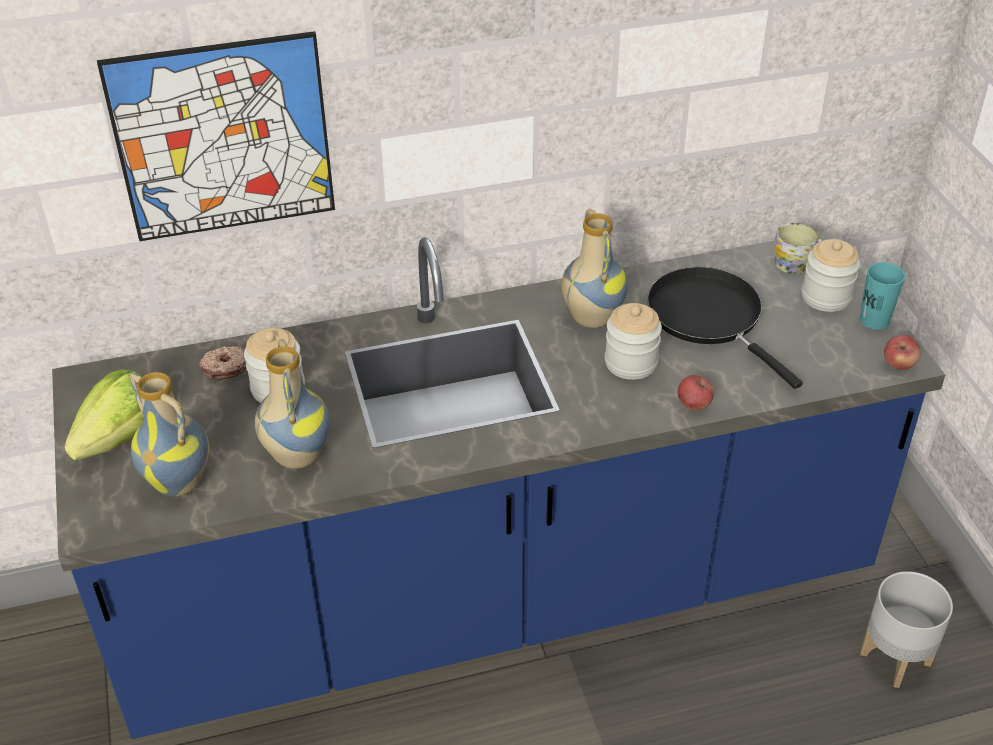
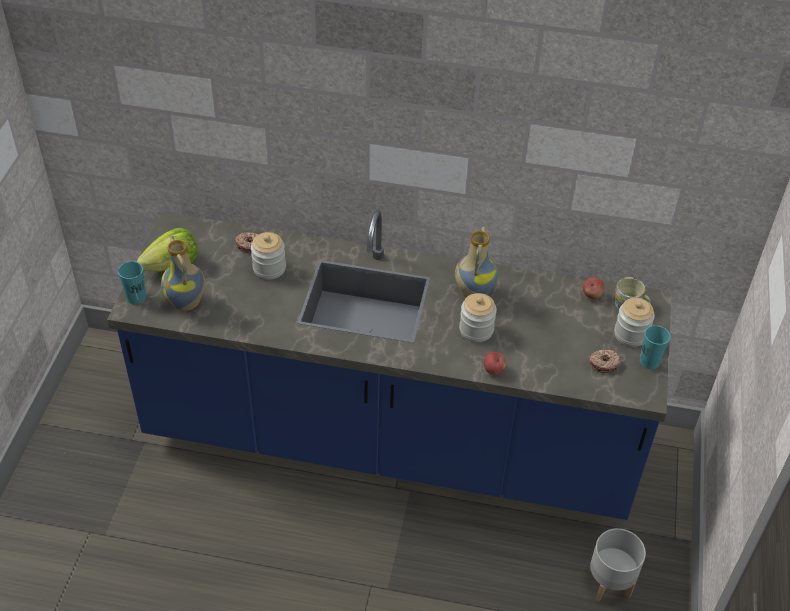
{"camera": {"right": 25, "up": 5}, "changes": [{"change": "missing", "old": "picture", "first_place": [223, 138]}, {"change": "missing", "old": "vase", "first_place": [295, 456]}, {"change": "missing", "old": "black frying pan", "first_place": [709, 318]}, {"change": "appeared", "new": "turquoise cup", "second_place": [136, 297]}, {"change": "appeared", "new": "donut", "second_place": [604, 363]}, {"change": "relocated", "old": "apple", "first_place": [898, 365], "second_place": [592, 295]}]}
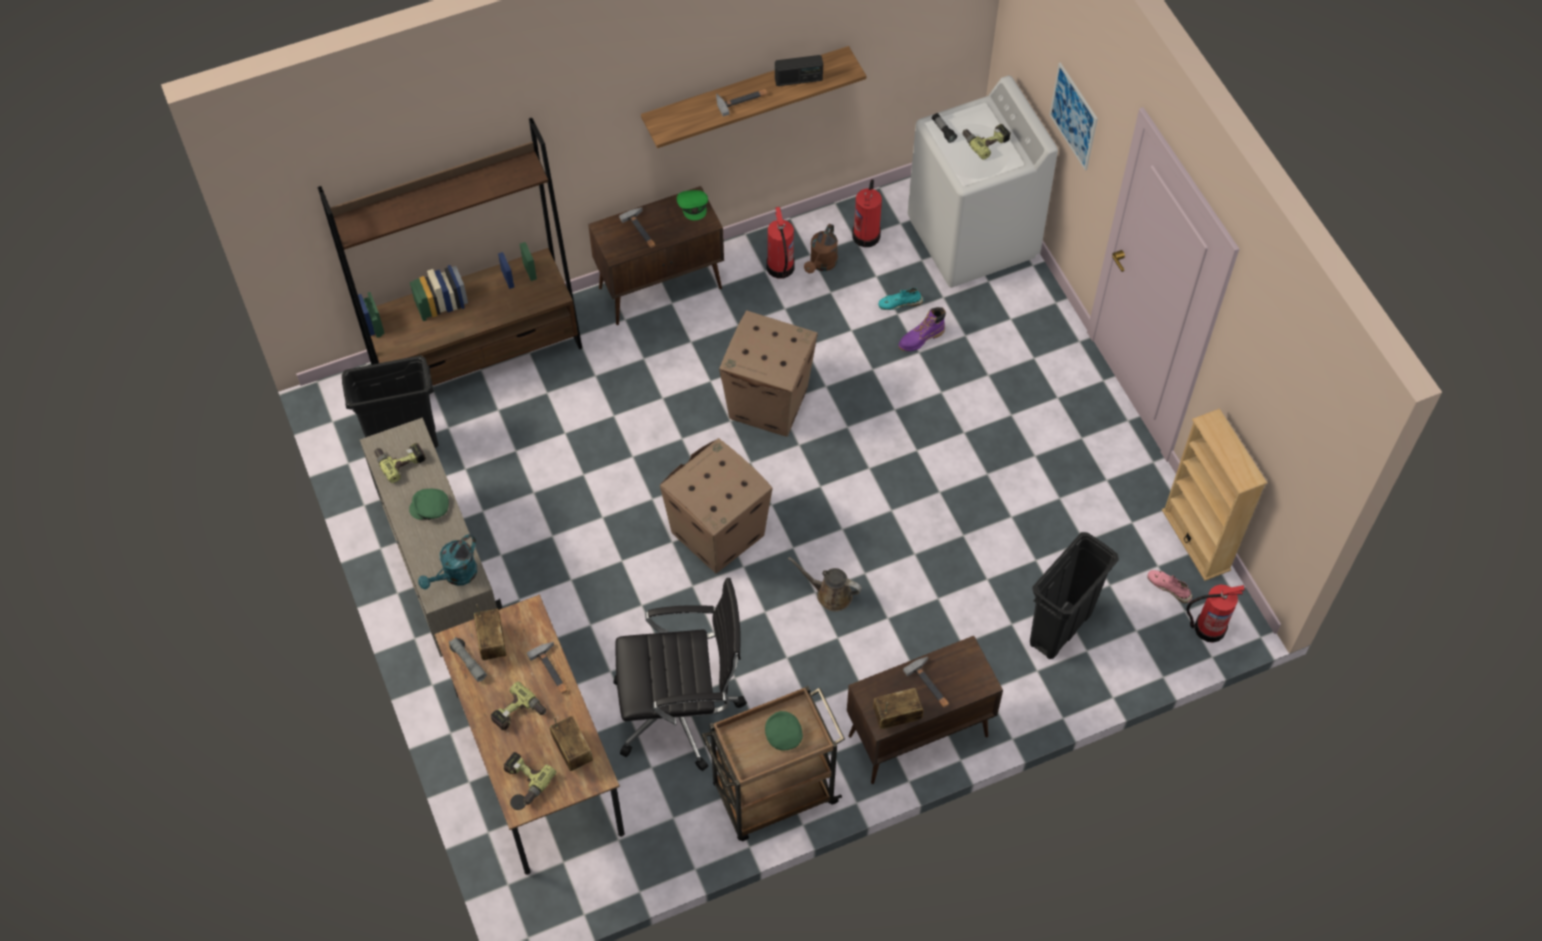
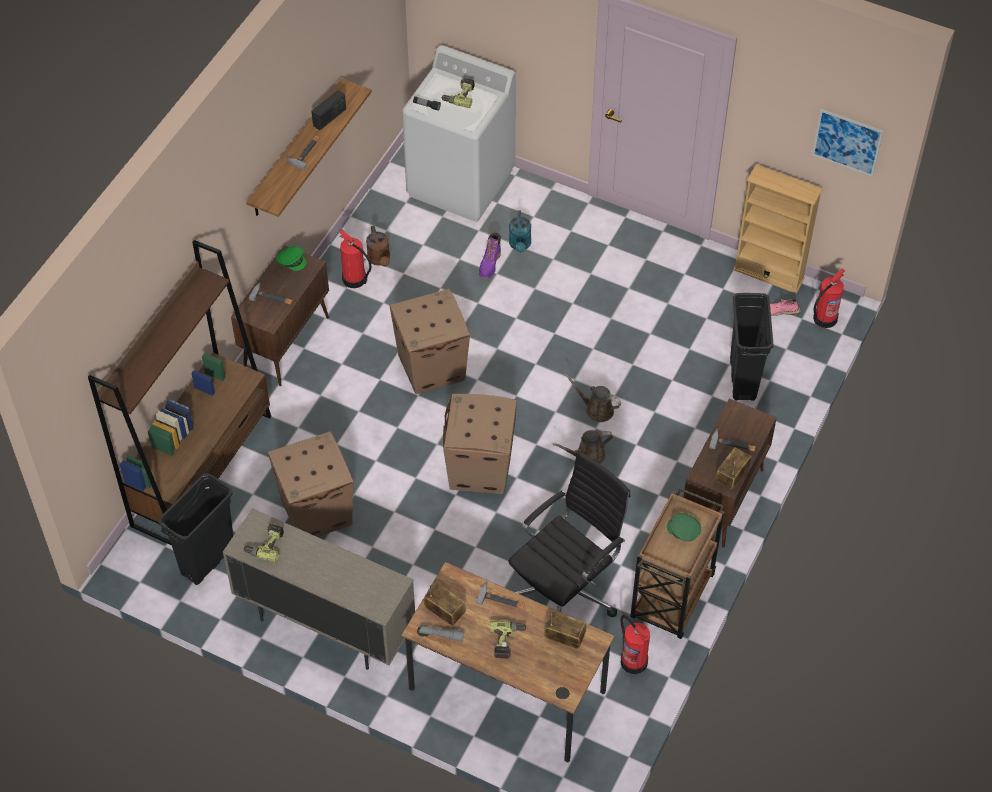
{"camera": {"right": -40, "up": -5}, "changes": [{"change": "missing", "old": "green cap", "first_place": [430, 508]}, {"change": "missing", "old": "power drill", "first_place": [525, 780]}, {"change": "missing", "old": "turquoise shoe", "first_place": [900, 303]}, {"change": "appeared", "new": "cardboard box", "second_place": [317, 511]}, {"change": "appeared", "new": "brown watering can", "second_place": [596, 409]}, {"change": "relocated", "old": "turquoise watering can", "first_place": [456, 576], "second_place": [520, 245]}, {"change": "relocated", "old": "fire extinguisher", "first_place": [866, 235], "second_place": [633, 660]}, {"change": "relocated", "old": "picture", "first_place": [1073, 116], "second_place": [847, 142]}]}
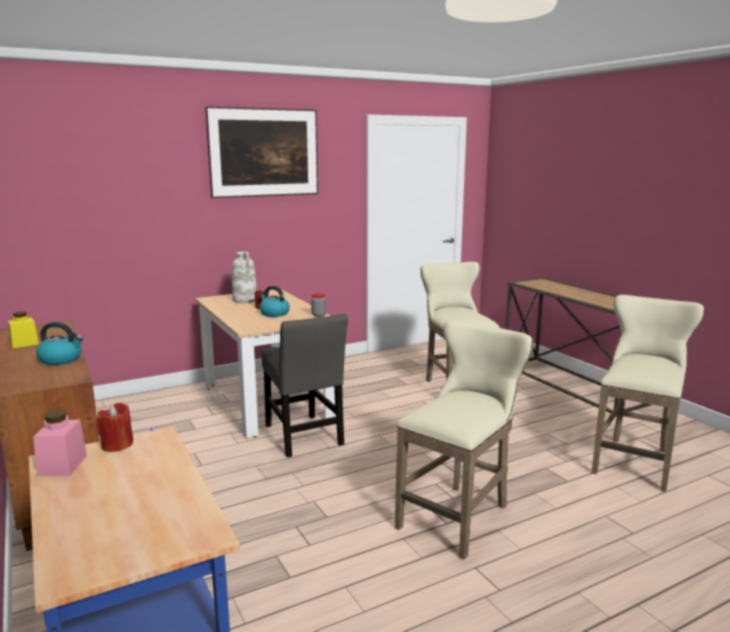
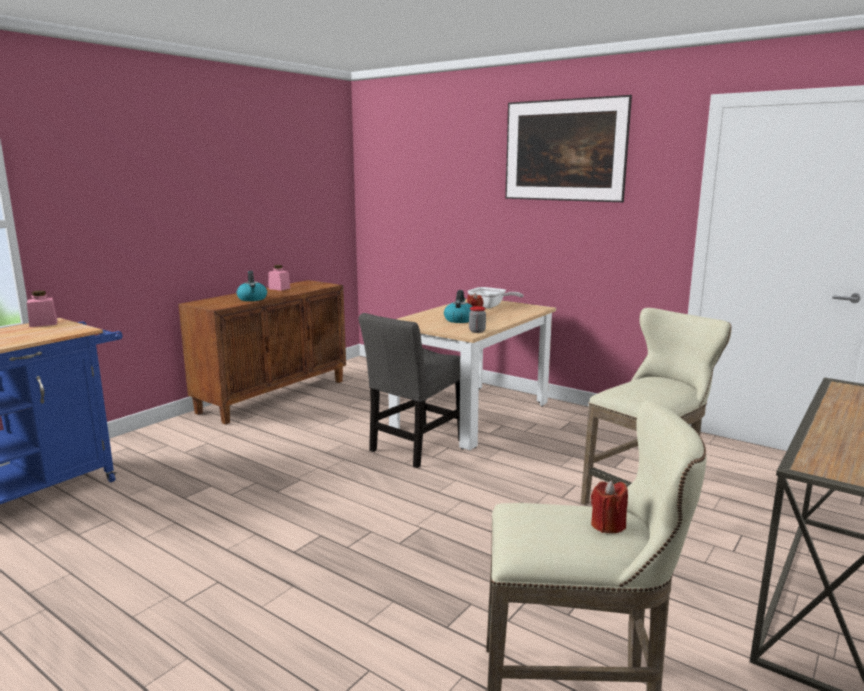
{"camera": {"right": 65, "up": 0}, "changes": [{"change": "missing", "old": "beige stool", "first_place": [459, 515]}, {"change": "relocated", "old": "red candle", "first_place": [117, 445], "second_place": [607, 525]}, {"change": "exchanged", "old": "white vase", "new": "frying pan", "first_place": [245, 300], "second_place": [490, 307]}, {"change": "colour", "old": "yellow jar", "new": "pink jar", "first_place": [24, 344], "second_place": [279, 288]}]}
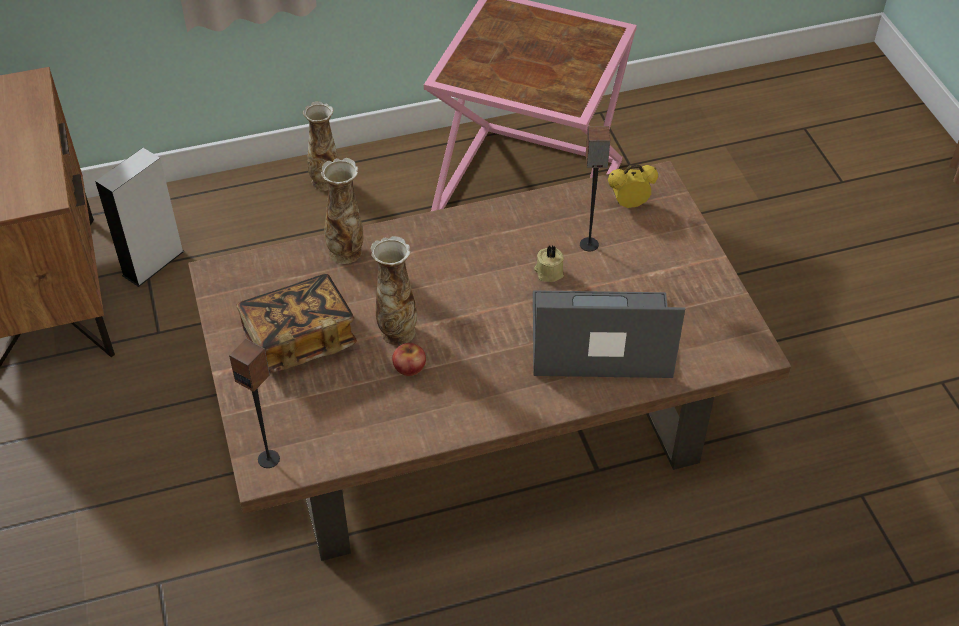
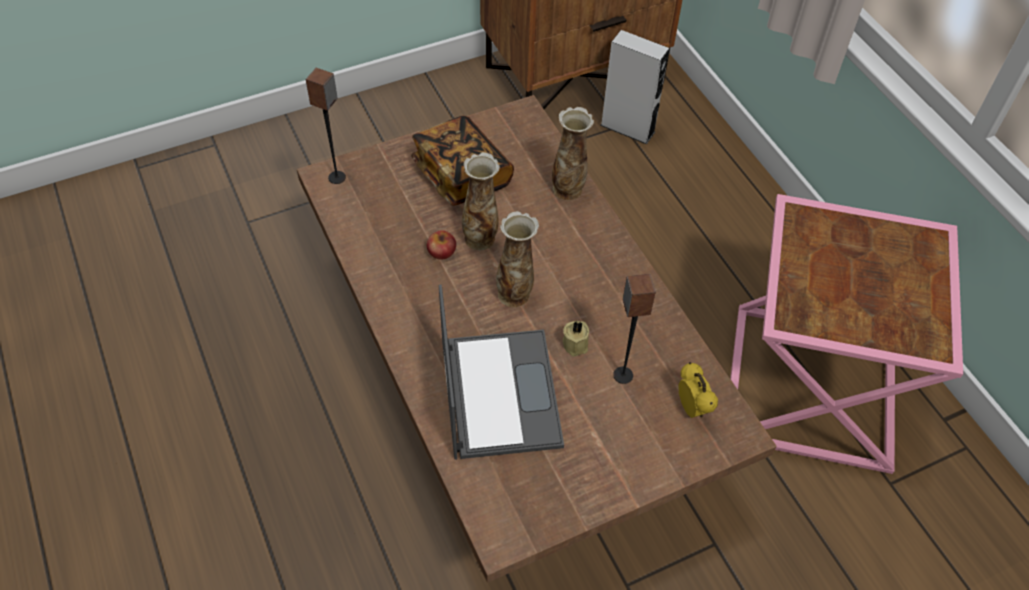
{"camera": {"right": 80, "up": 5}, "changes": [{"change": "relocated", "old": "vase", "first_place": [325, 181], "second_place": [515, 294]}]}
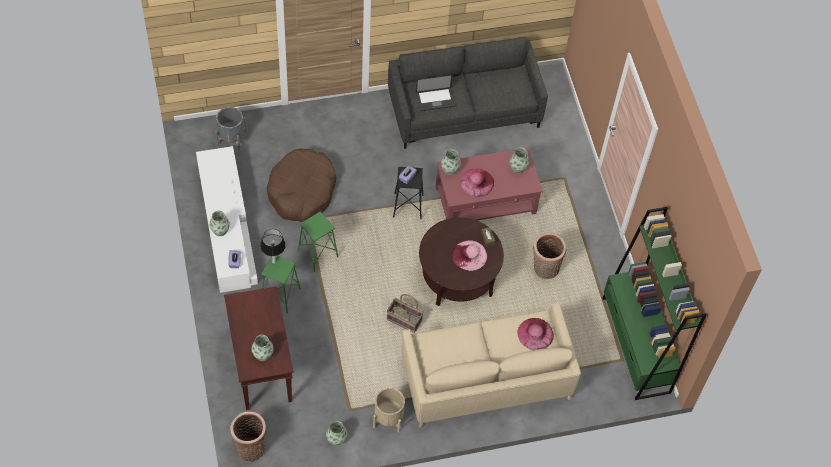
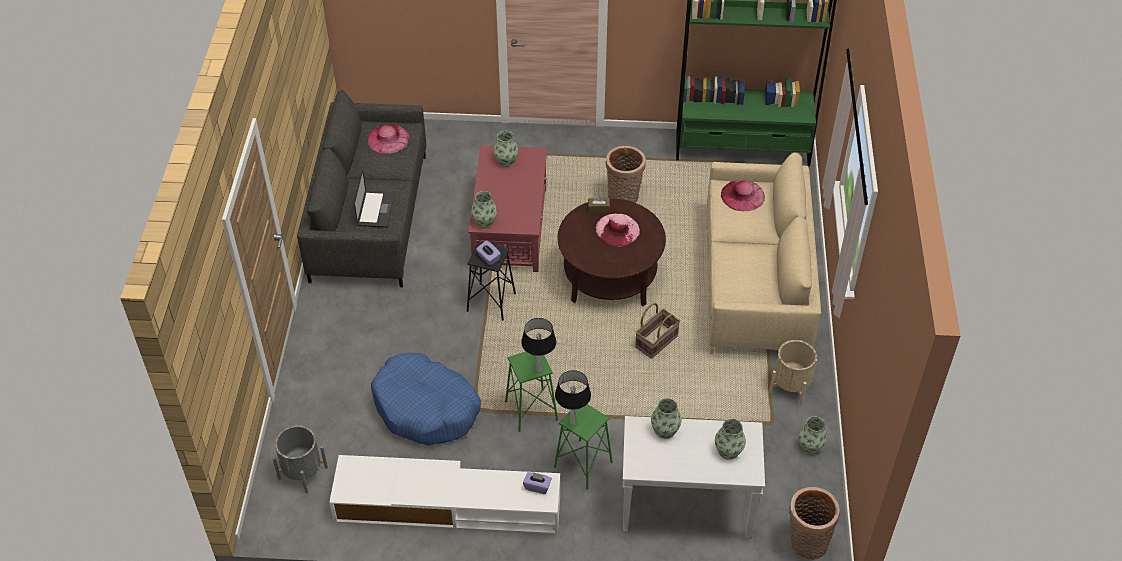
{"camera": {"right": -70, "up": -10}, "changes": [{"change": "appeared", "new": "table lamp", "second_place": [539, 370]}, {"change": "relocated", "old": "vase", "first_place": [220, 230], "second_place": [665, 430]}, {"change": "relocated", "old": "pink hat", "first_place": [477, 182], "second_place": [388, 139]}, {"change": "colour", "old": "brown console table", "new": "white console table", "first_place": [261, 365], "second_place": [685, 508]}, {"change": "colour", "old": "brown dog bed", "new": "blue dog bed", "first_place": [302, 191], "second_place": [426, 408]}]}
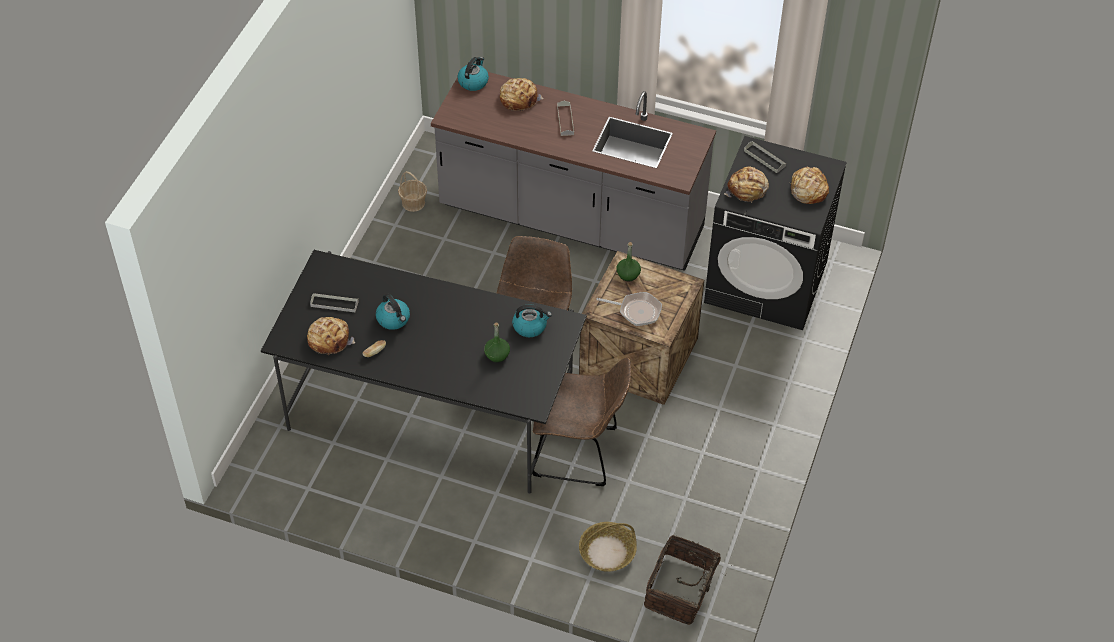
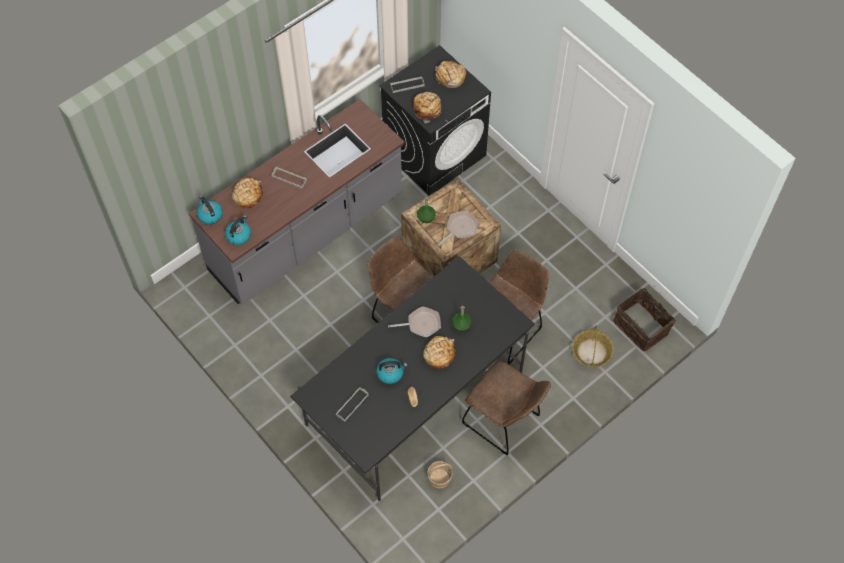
{"camera": {"right": -60, "up": 10}, "changes": [{"change": "appeared", "new": "frying pan", "second_place": [421, 324]}, {"change": "appeared", "new": "brown chair", "second_place": [504, 422]}, {"change": "relocated", "old": "bread", "first_place": [329, 339], "second_place": [439, 354]}, {"change": "relocated", "old": "basket", "first_place": [413, 202], "second_place": [439, 478]}, {"change": "relocated", "old": "kettle", "first_place": [530, 326], "second_place": [239, 235]}]}
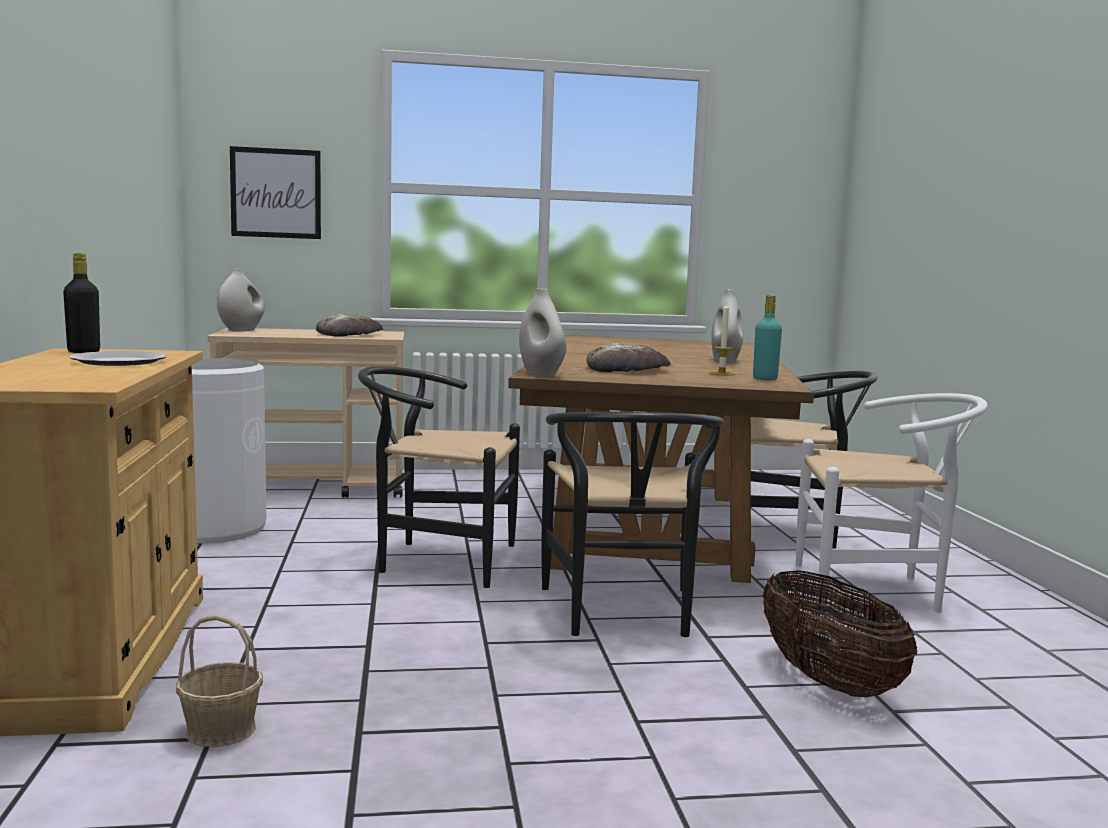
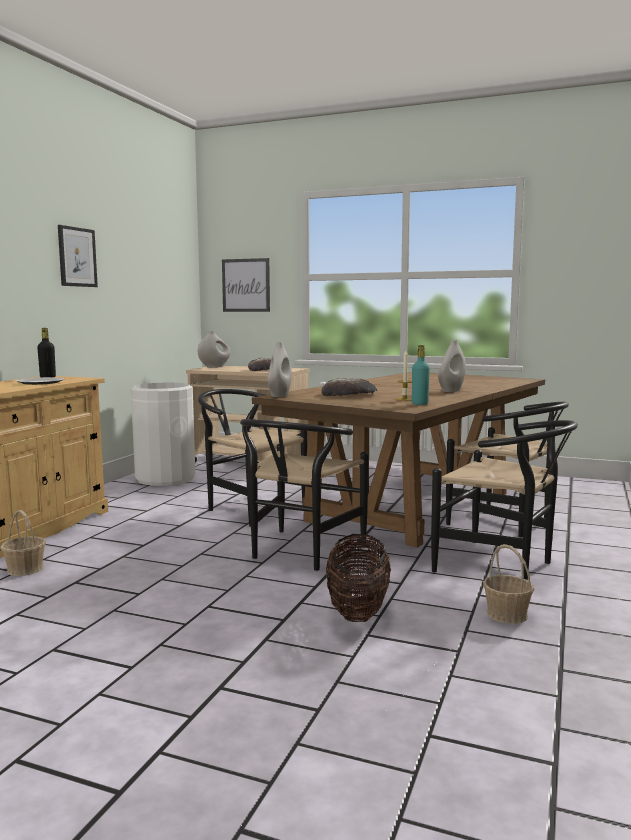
{"camera": {"right": 30, "up": 0}, "changes": [{"change": "appeared", "new": "picture", "second_place": [77, 257]}, {"change": "appeared", "new": "basket", "second_place": [507, 614]}, {"change": "colour", "old": "white chair", "new": "black chair", "first_place": [878, 591], "second_place": [503, 566]}]}
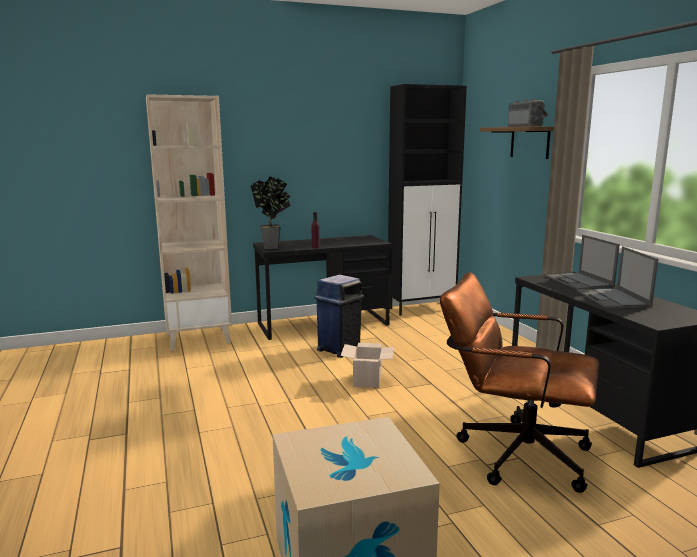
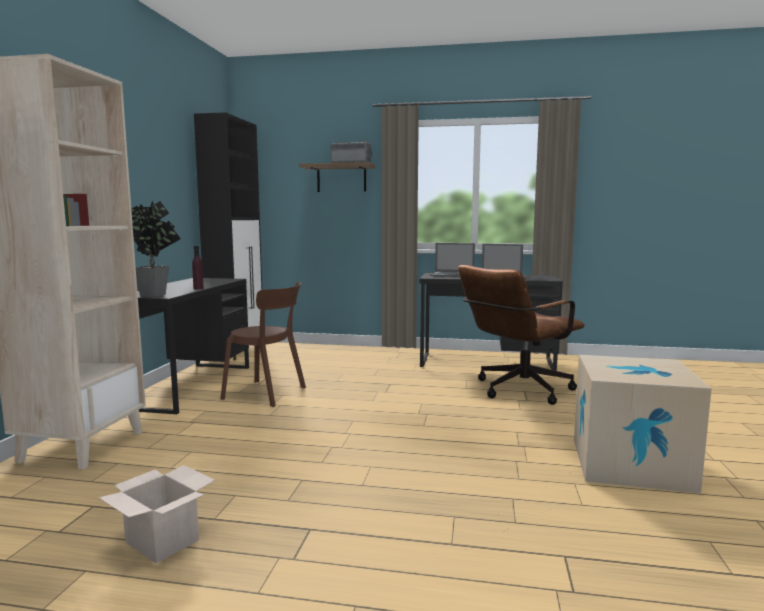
{"camera": {"right": -60, "up": -5}, "changes": [{"change": "relocated", "old": "cardboard box", "first_place": [368, 381], "second_place": [164, 541]}, {"change": "exchanged", "old": "blue trash can", "new": "brown chair", "first_place": [339, 349], "second_place": [268, 394]}]}
